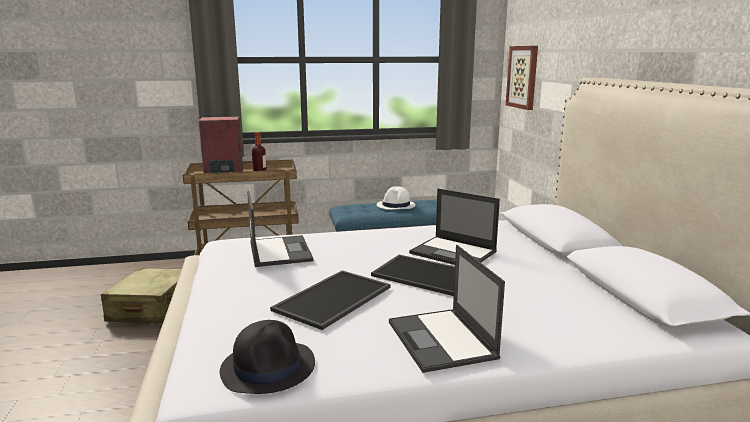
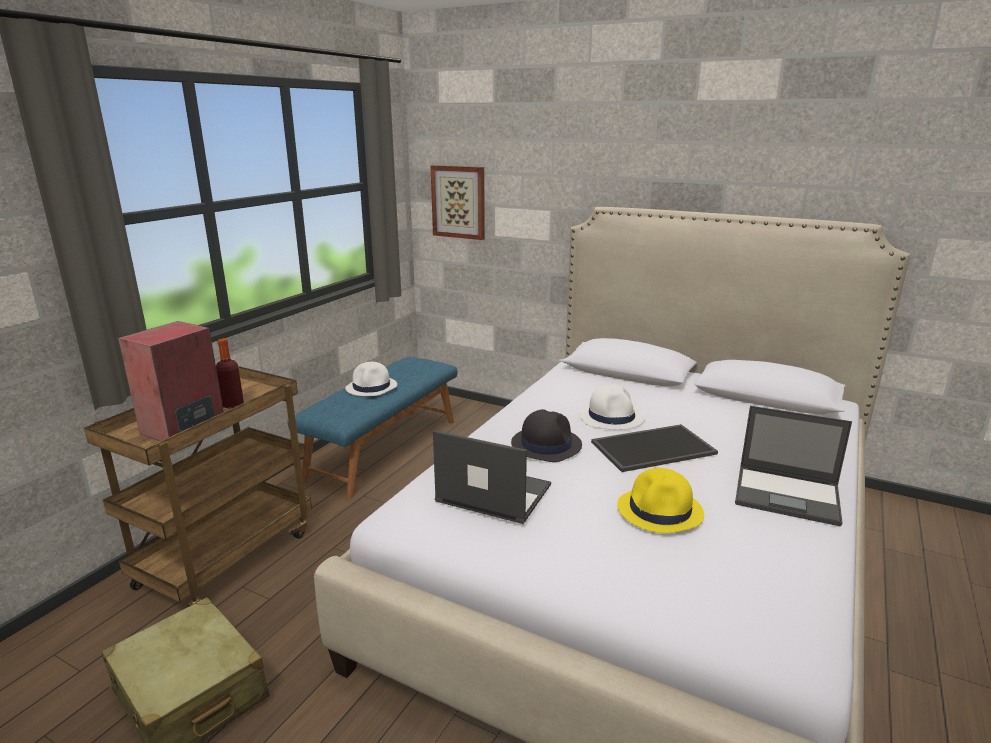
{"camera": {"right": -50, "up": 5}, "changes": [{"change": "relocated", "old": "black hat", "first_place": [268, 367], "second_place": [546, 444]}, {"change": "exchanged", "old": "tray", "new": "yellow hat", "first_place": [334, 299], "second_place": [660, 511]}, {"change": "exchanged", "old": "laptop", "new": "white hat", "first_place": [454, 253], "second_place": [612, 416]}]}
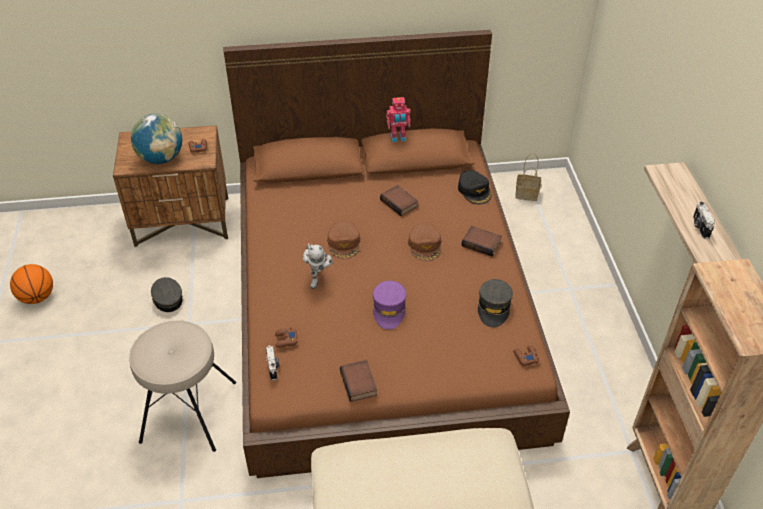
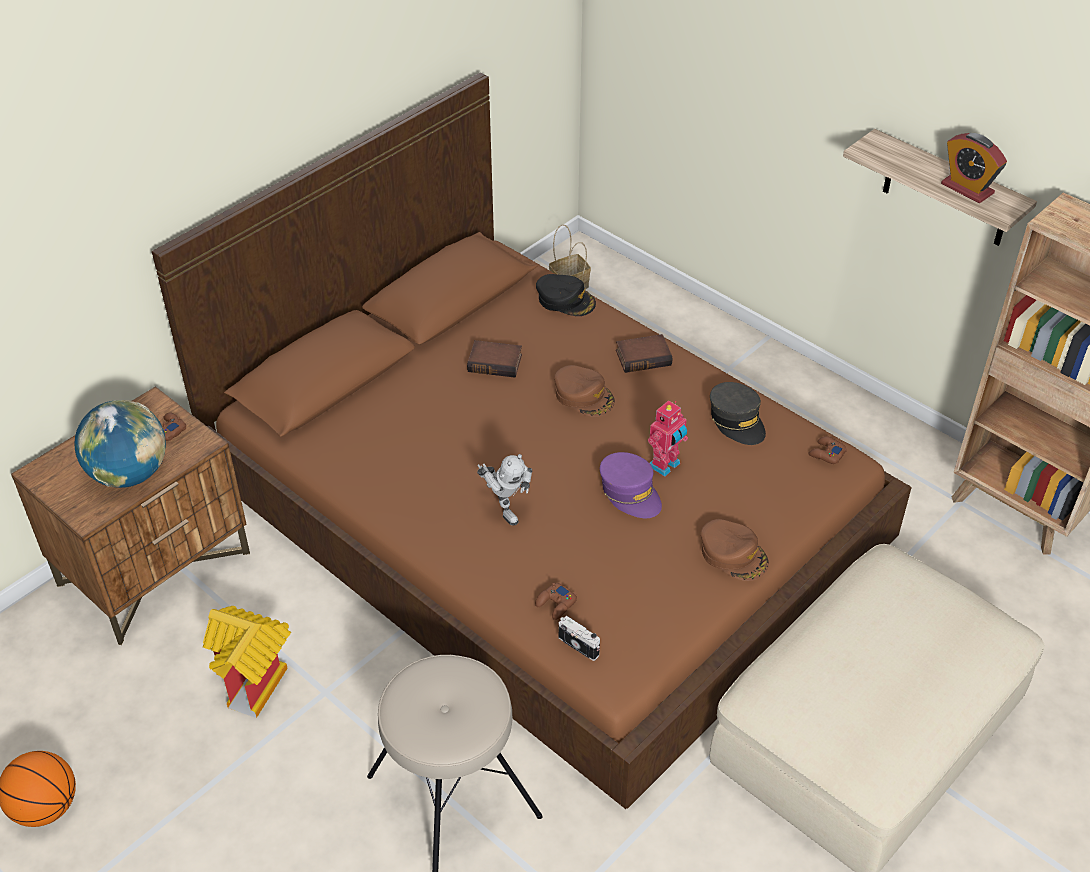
{"camera": {"right": -40, "up": 0}, "changes": [{"change": "missing", "old": "book", "first_place": [360, 383]}, {"change": "relocated", "old": "brown cap", "first_place": [344, 243], "second_place": [733, 554]}, {"change": "relocated", "old": "toy robot", "first_place": [398, 138], "second_place": [665, 465]}, {"change": "exchanged", "old": "grey cap", "new": "toy house", "first_place": [167, 299], "second_place": [255, 681]}, {"change": "exchanged", "old": "photo camera", "new": "alarm clock", "first_place": [699, 227], "second_place": [967, 189]}]}
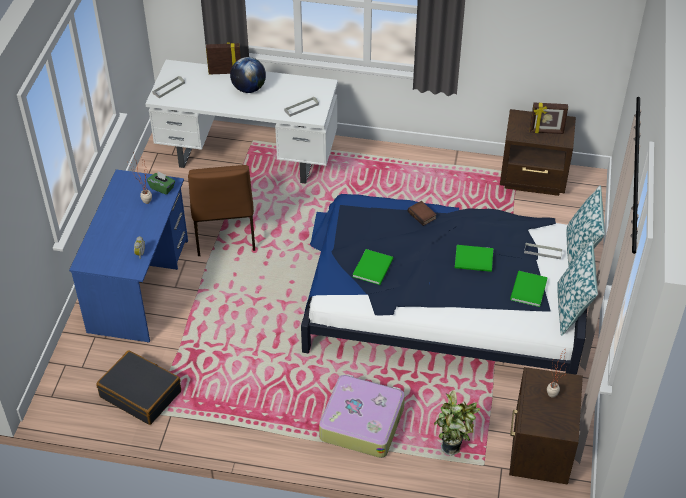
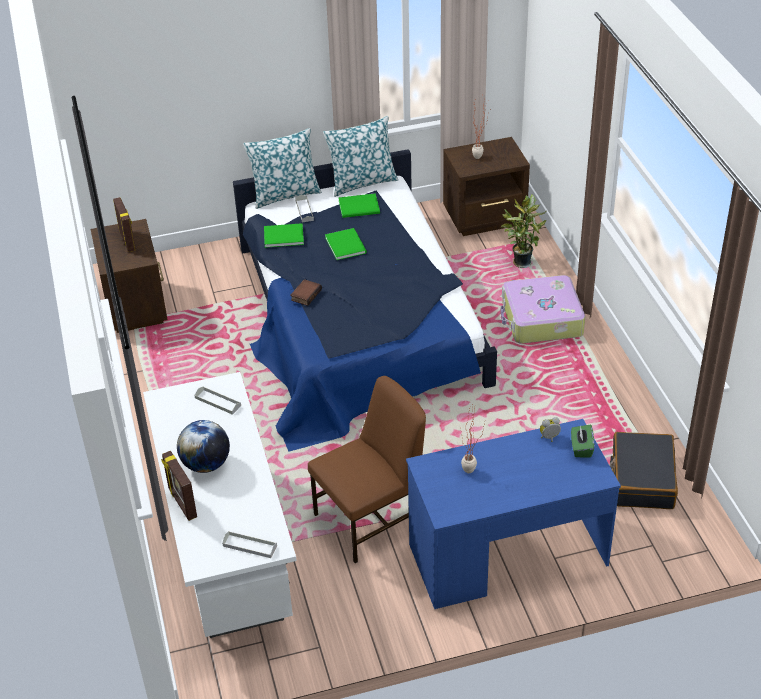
{"camera": {"right": -115, "up": -5}, "changes": [{"change": "relocated", "old": "green tissue box", "first_place": [162, 188], "second_place": [581, 448]}, {"change": "relocated", "old": "green book", "first_place": [374, 267], "second_place": [282, 236]}]}
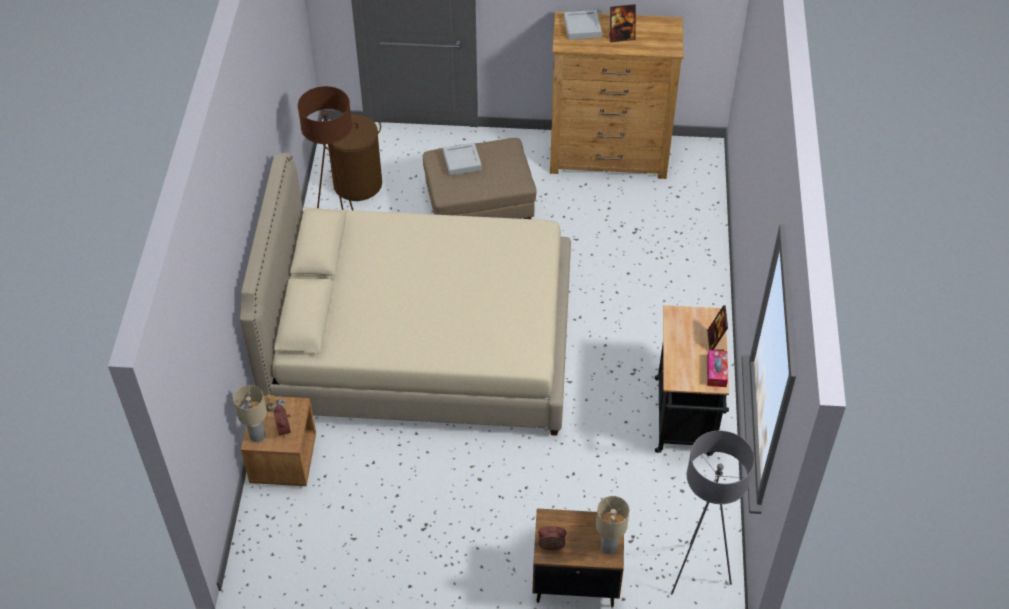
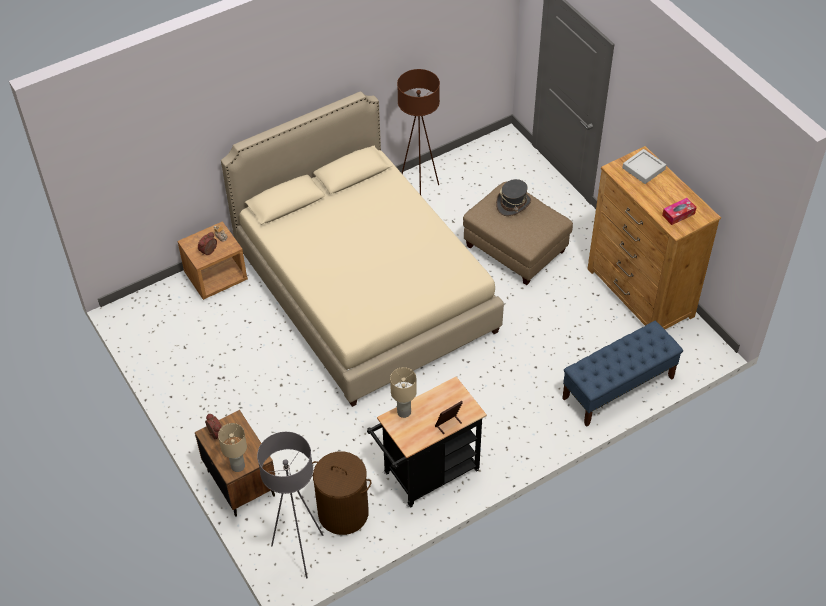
{"camera": {"right": 55, "up": 0}, "changes": [{"change": "missing", "old": "picture frame", "first_place": [621, 37]}, {"change": "appeared", "new": "blue bench", "second_place": [618, 388]}, {"change": "relocated", "old": "beige table lamp", "first_place": [257, 435], "second_place": [404, 412]}, {"change": "relocated", "old": "brown laundry basket", "first_place": [357, 183], "second_place": [343, 513]}, {"change": "relocated", "old": "tissue box", "first_place": [716, 372], "second_place": [678, 214]}, {"change": "exchanged", "old": "grey tray", "new": "grey hat", "first_place": [462, 161], "second_place": [513, 204]}]}
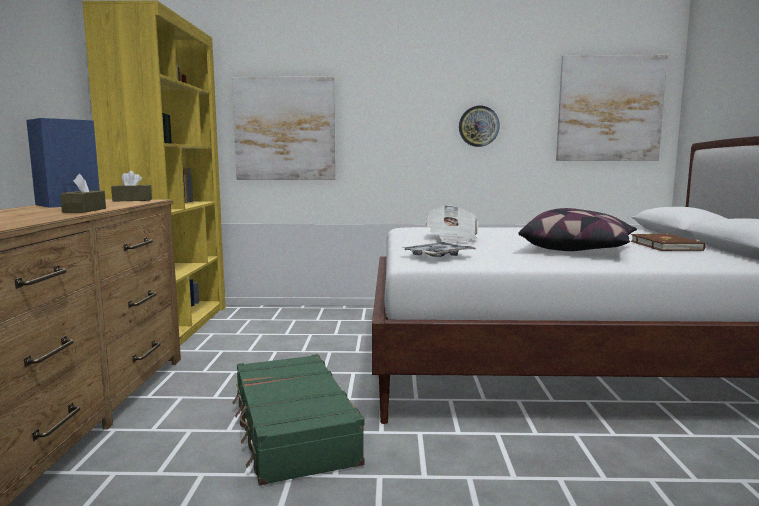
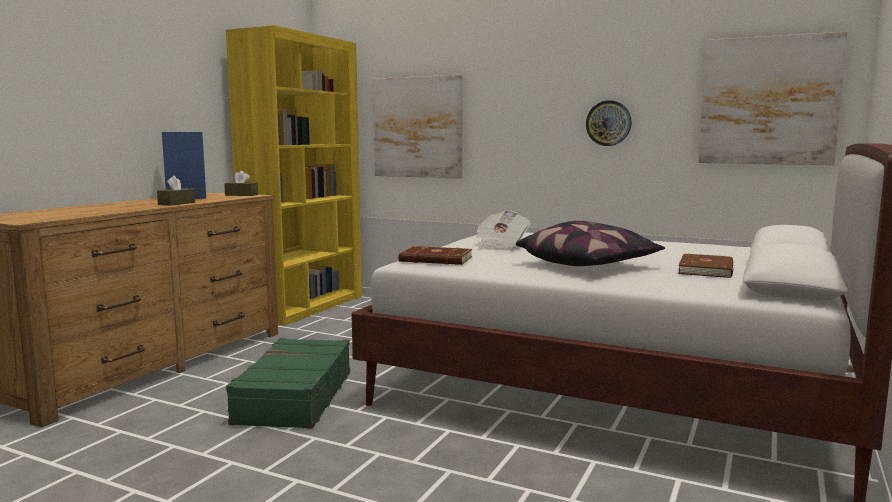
{"camera": {"right": 25, "up": 0}, "changes": [{"change": "exchanged", "old": "tray", "new": "brown book", "first_place": [438, 256], "second_place": [436, 260]}]}
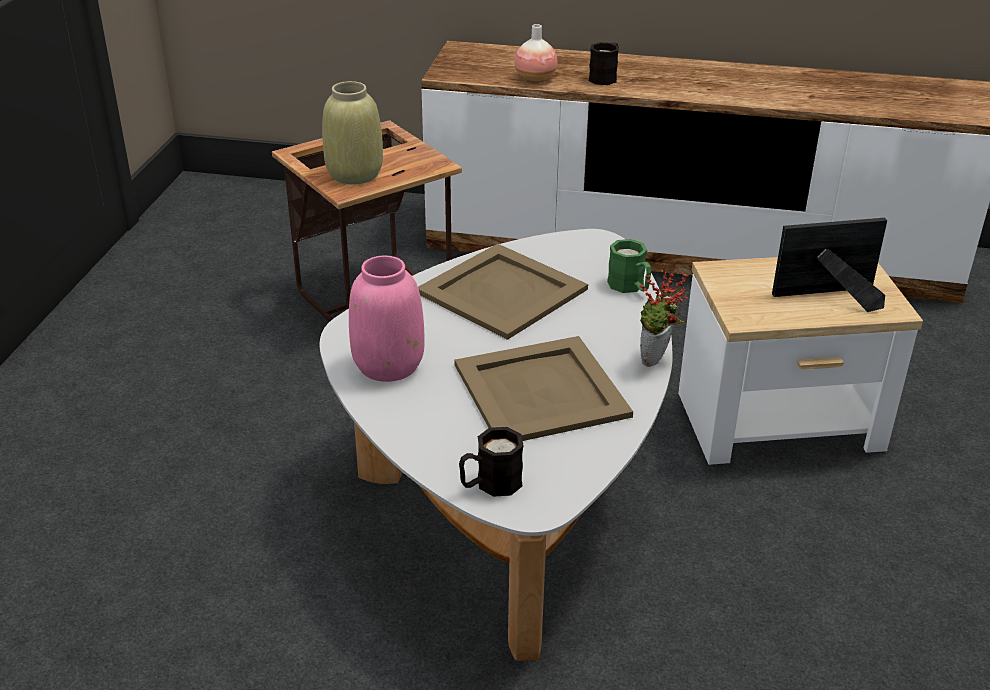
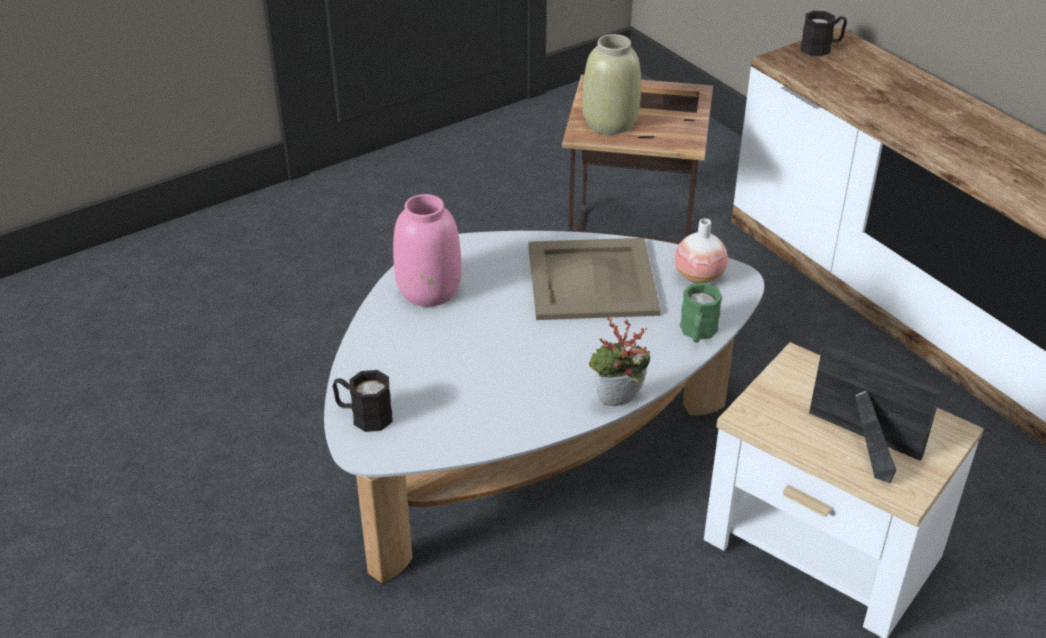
{"camera": {"right": 45, "up": 5}, "changes": [{"change": "missing", "old": "beige tray", "first_place": [539, 390]}, {"change": "relocated", "old": "vase", "first_place": [535, 79], "second_place": [699, 276]}, {"change": "relocated", "old": "black mug", "first_place": [605, 77], "second_place": [821, 48]}]}
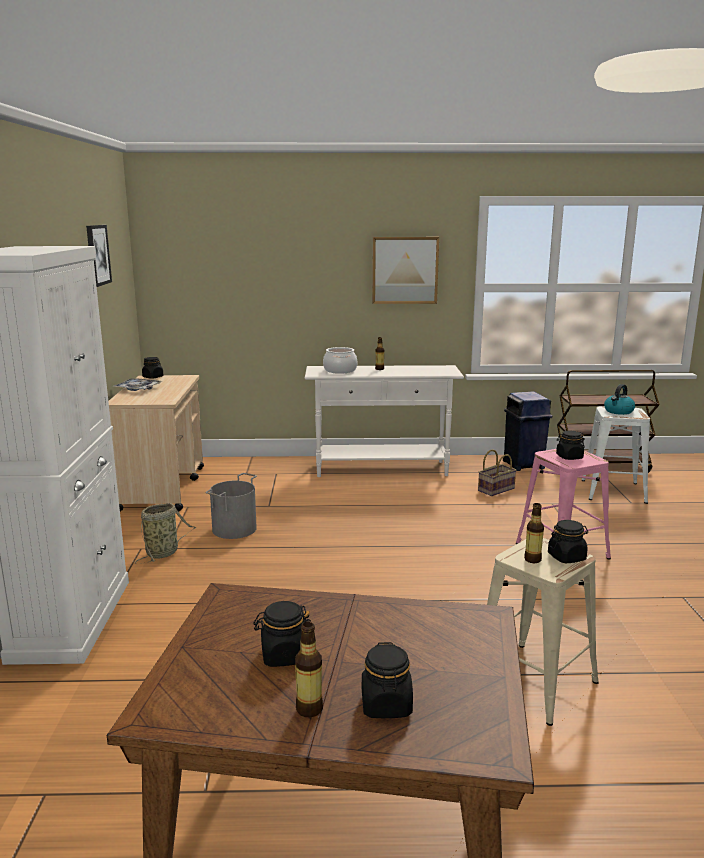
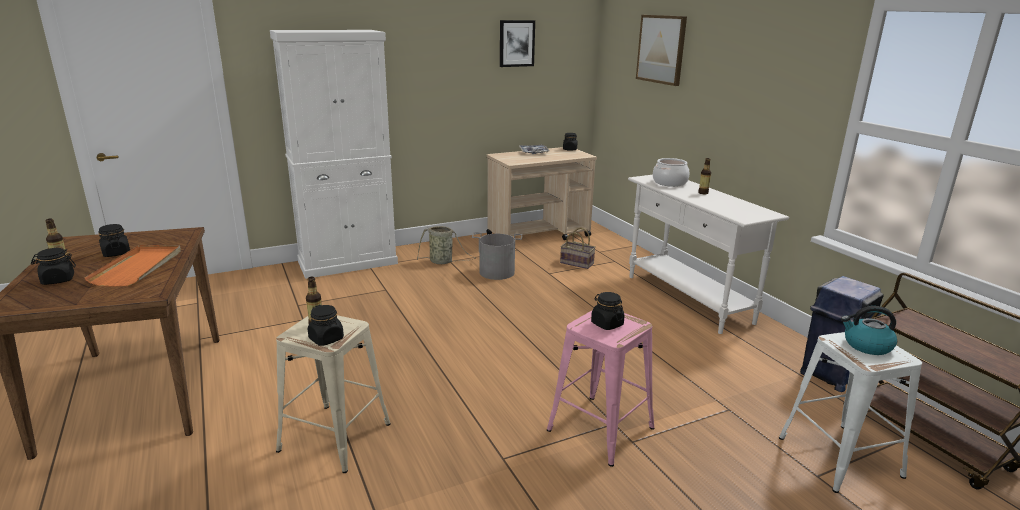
{"camera": {"right": 65, "up": 5}, "changes": [{"change": "appeared", "new": "orange tray", "second_place": [138, 267]}, {"change": "relocated", "old": "picture", "first_place": [405, 270], "second_place": [661, 49]}, {"change": "relocated", "old": "basket", "first_place": [496, 489], "second_place": [578, 263]}]}
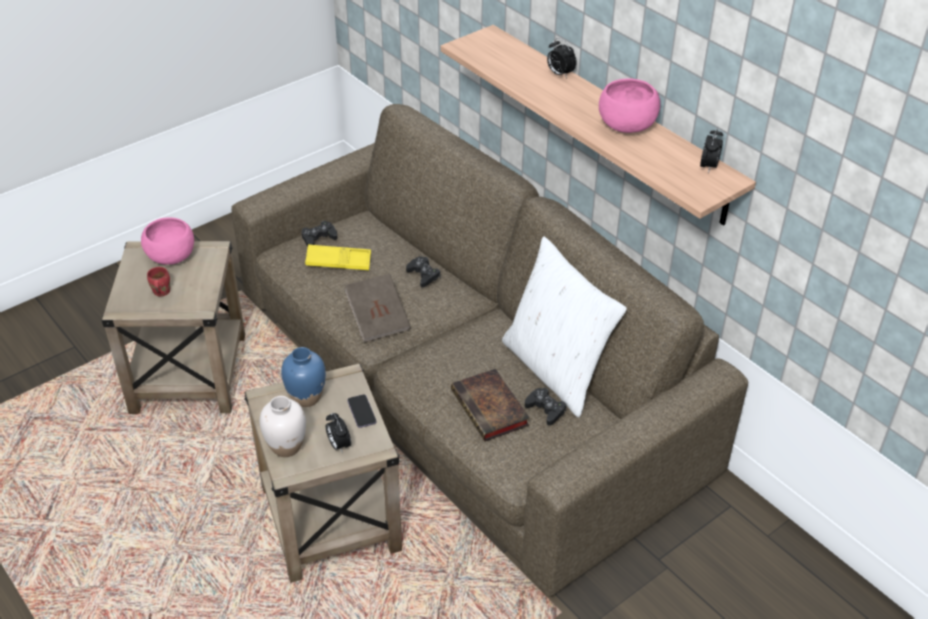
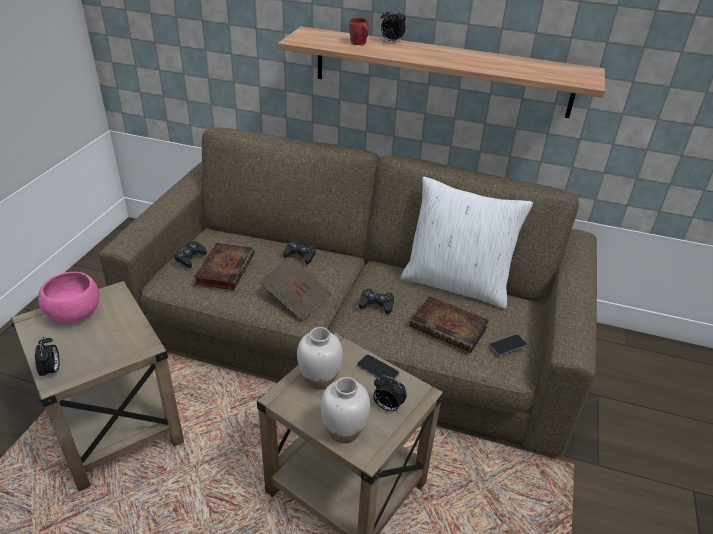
{"camera": {"right": -35, "up": -5}, "changes": [{"change": "missing", "old": "pink bowl", "first_place": [626, 126]}, {"change": "appeared", "new": "phone", "second_place": [508, 346]}, {"change": "relocated", "old": "red mug", "first_place": [160, 292], "second_place": [358, 43]}, {"change": "relocated", "old": "black game controller", "first_place": [545, 409], "second_place": [376, 304]}, {"change": "relocated", "old": "alarm clock", "first_place": [709, 167], "second_place": [52, 371]}, {"change": "exchanged", "old": "yellow tray", "new": "book", "first_place": [338, 262], "second_place": [225, 268]}, {"change": "colour", "old": "blue vase", "new": "white vase", "first_place": [306, 397], "second_place": [319, 379]}]}
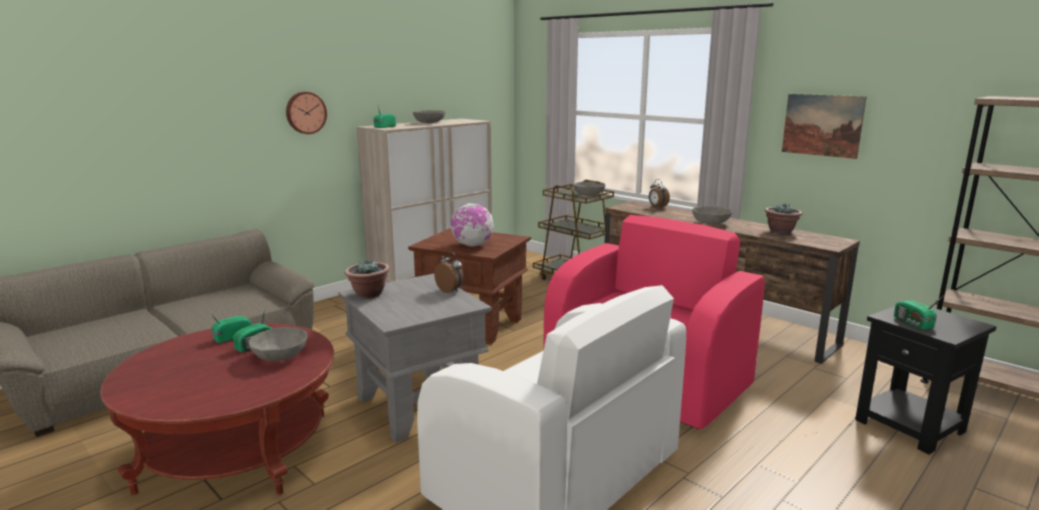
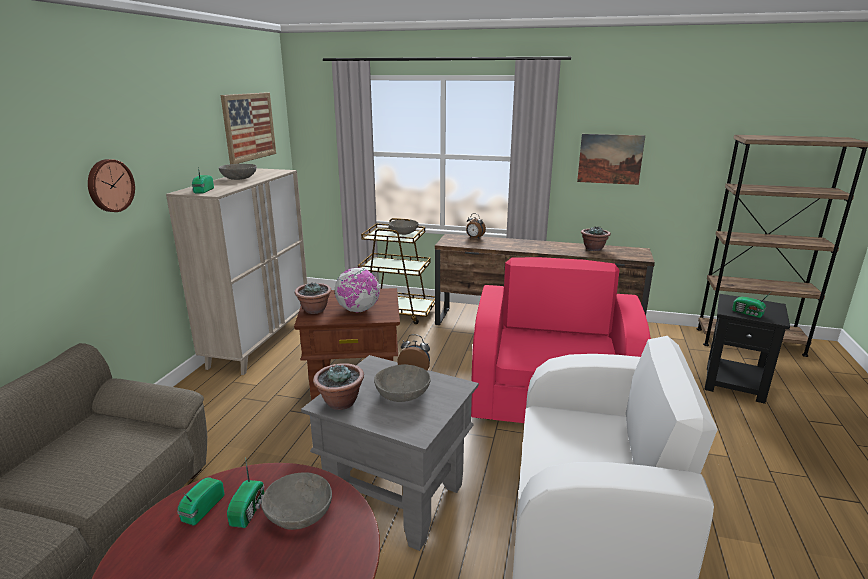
{"camera": {"right": -30, "up": 5}, "changes": [{"change": "appeared", "new": "picture", "second_place": [249, 127]}, {"change": "appeared", "new": "potted plant", "second_place": [315, 310]}, {"change": "relocated", "old": "grey bowl", "first_place": [711, 223], "second_place": [403, 395]}]}
